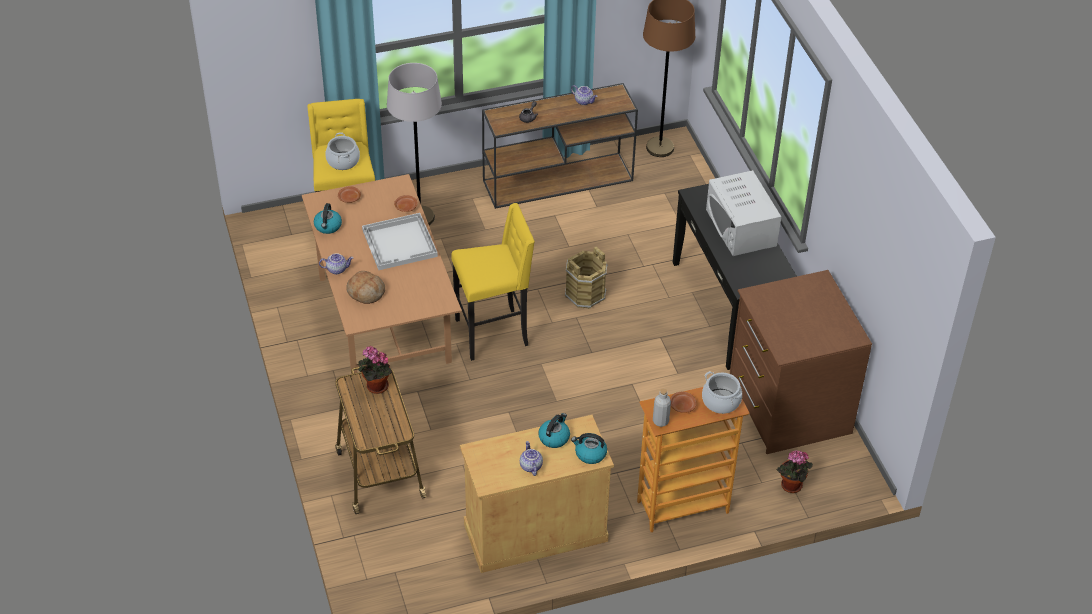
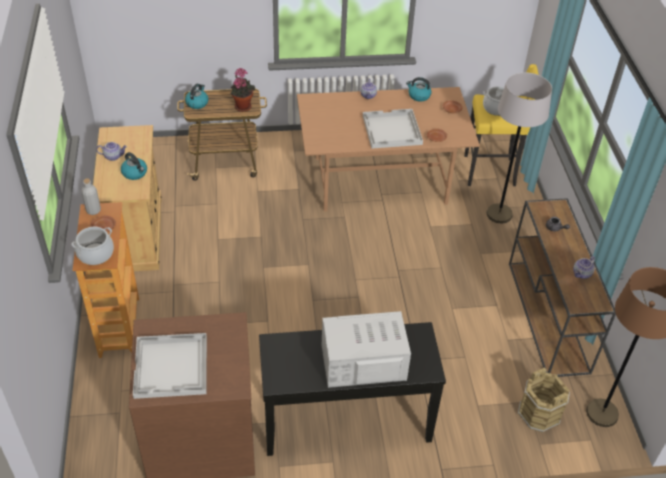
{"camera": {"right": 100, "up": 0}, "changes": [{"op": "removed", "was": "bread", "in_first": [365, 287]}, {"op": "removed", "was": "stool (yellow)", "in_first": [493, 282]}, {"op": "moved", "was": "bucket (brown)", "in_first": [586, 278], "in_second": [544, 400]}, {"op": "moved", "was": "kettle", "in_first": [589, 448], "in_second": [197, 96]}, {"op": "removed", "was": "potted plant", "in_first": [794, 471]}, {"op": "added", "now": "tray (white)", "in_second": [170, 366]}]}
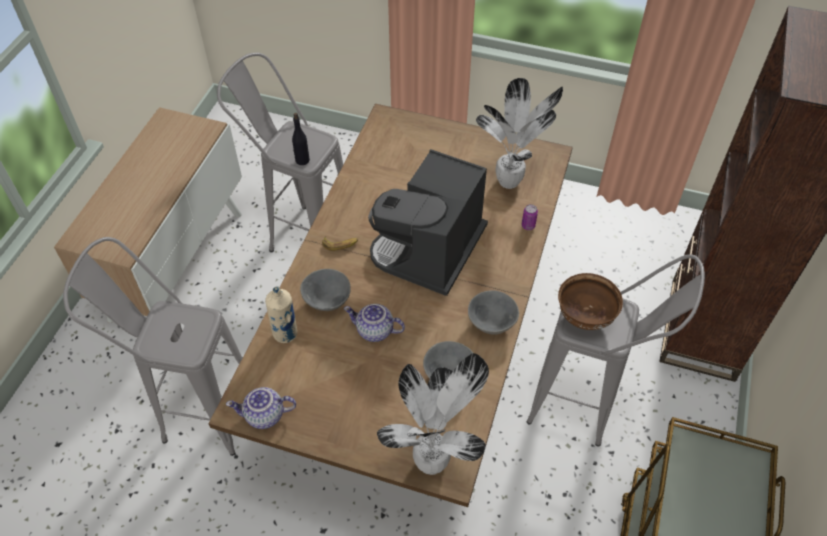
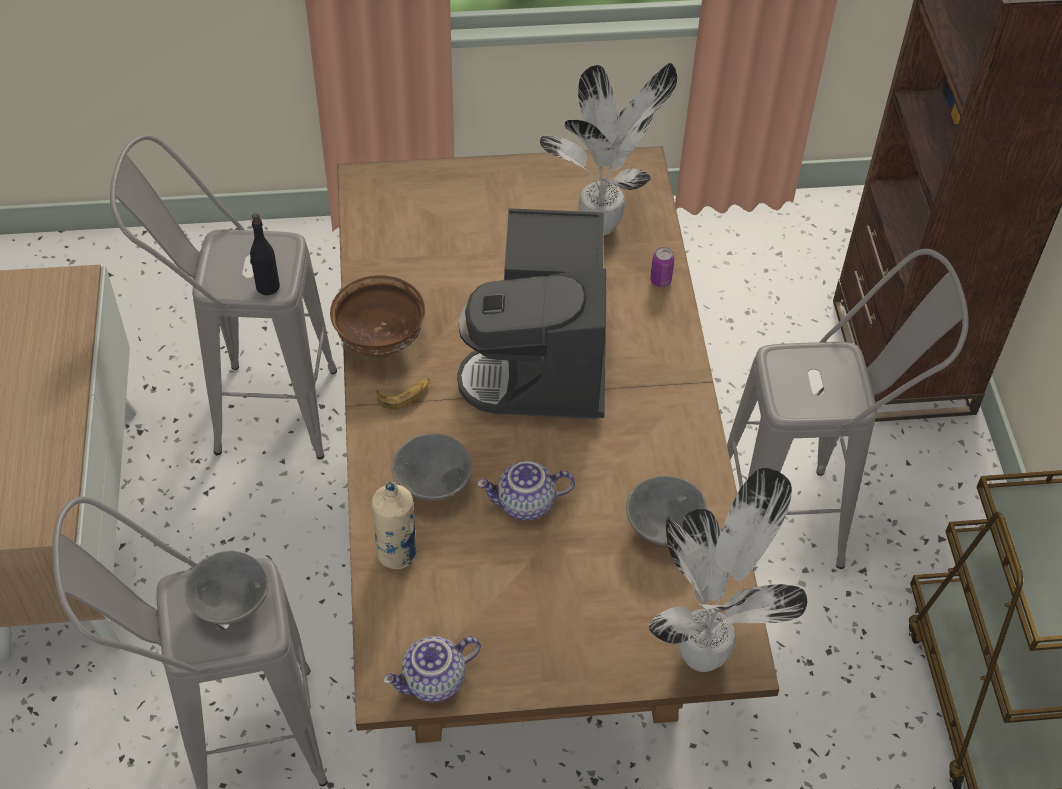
{"camera": {"right": -25, "up": 0}, "changes": [{"op": "moved", "was": "bowl (grey)", "in_first": [493, 312], "in_second": [227, 587]}, {"op": "moved", "was": "bowl (brown)", "in_first": [590, 301], "in_second": [377, 316]}]}
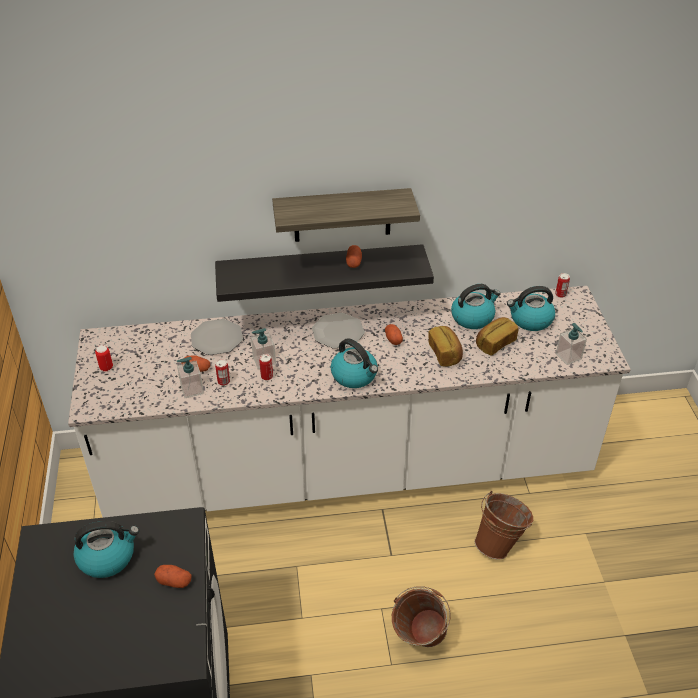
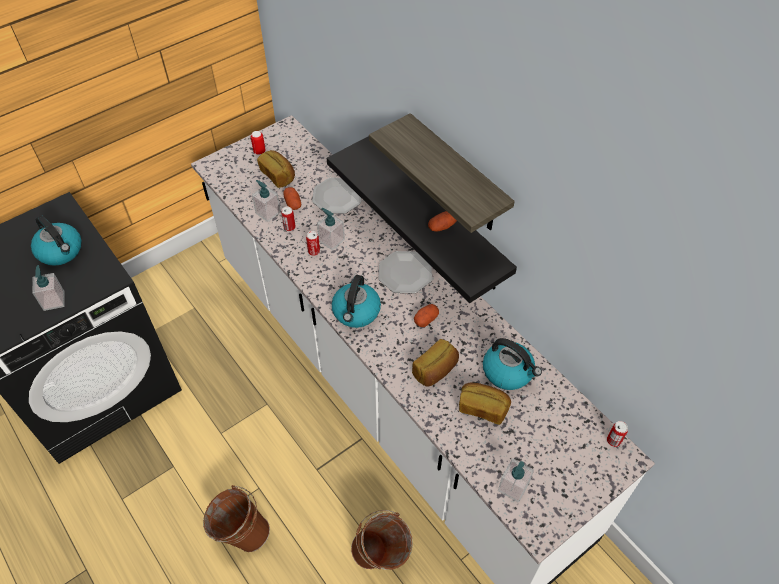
{"camera": {"right": 60, "up": 10}, "changes": [{"op": "replaced", "was": "potato", "now": "soap dispenser", "in_first": [173, 576], "in_second": [48, 288]}, {"op": "removed", "was": "kettle", "in_first": [531, 308]}, {"op": "added", "now": "bread", "in_second": [276, 169]}]}
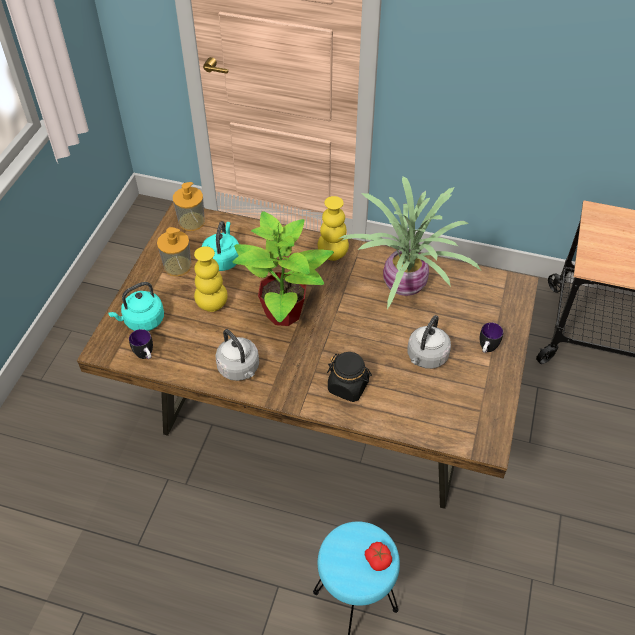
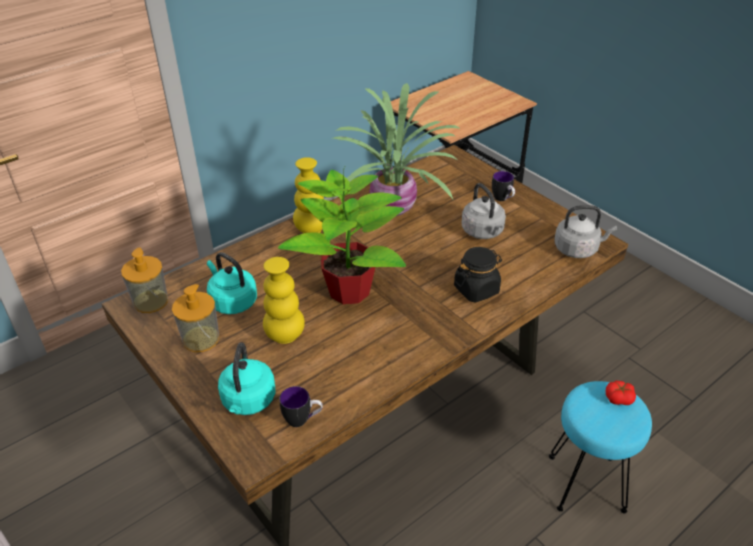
{"camera": {"right": -55, "up": -10}, "changes": [{"op": "moved", "was": "kettle (grey)", "in_first": [237, 355], "in_second": [585, 231]}]}
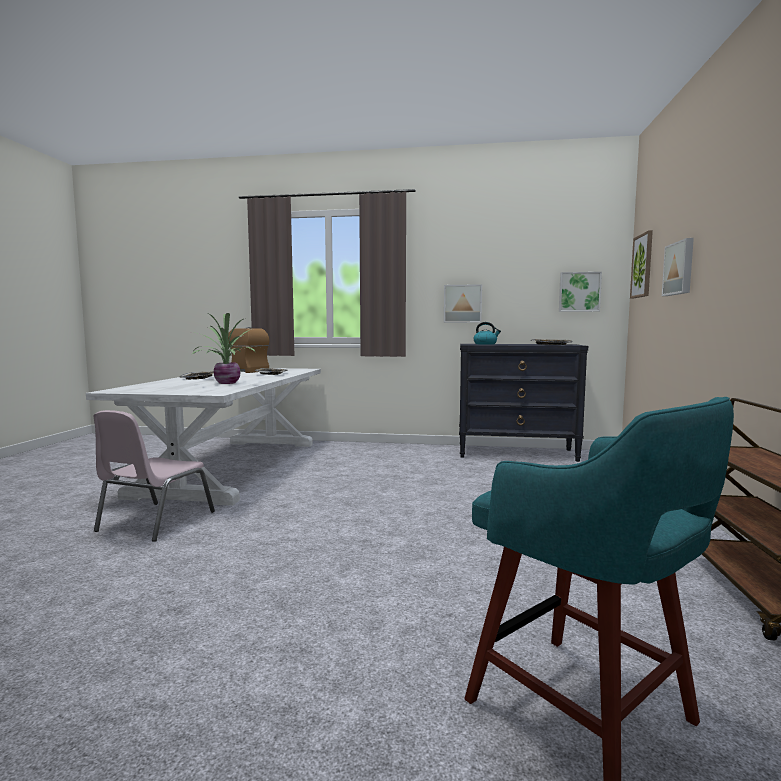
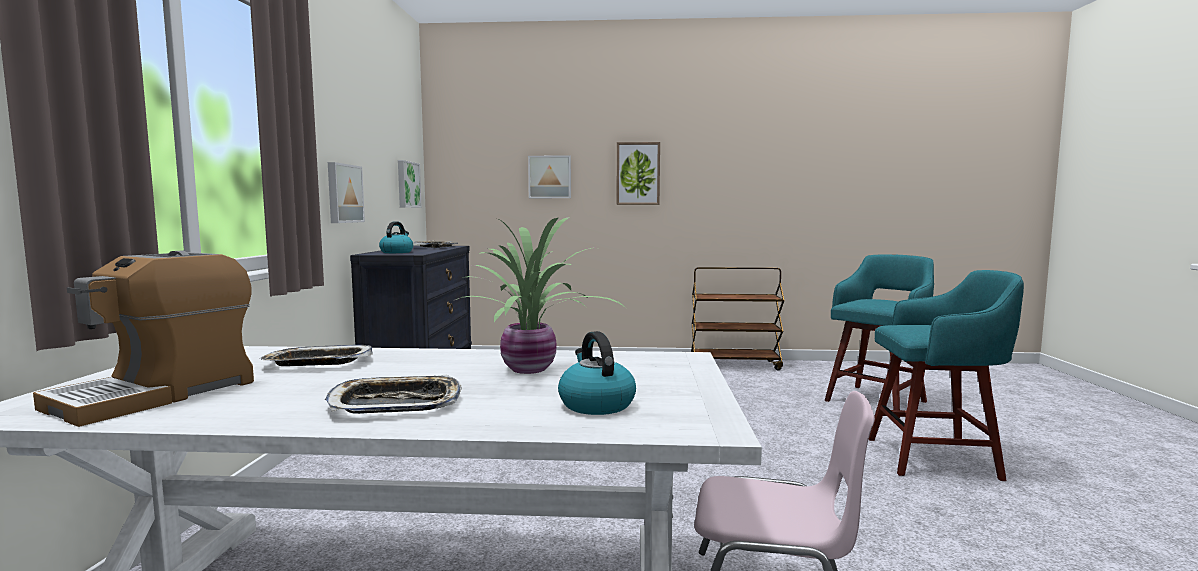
{"camera": {"right": -95, "up": 0}, "changes": [{"op": "moved", "was": "picture", "in_first": [641, 264], "in_second": [638, 173]}, {"op": "added", "now": "kettle", "in_second": [597, 373]}, {"op": "added", "now": "stool (turquoise)", "in_second": [946, 375]}]}
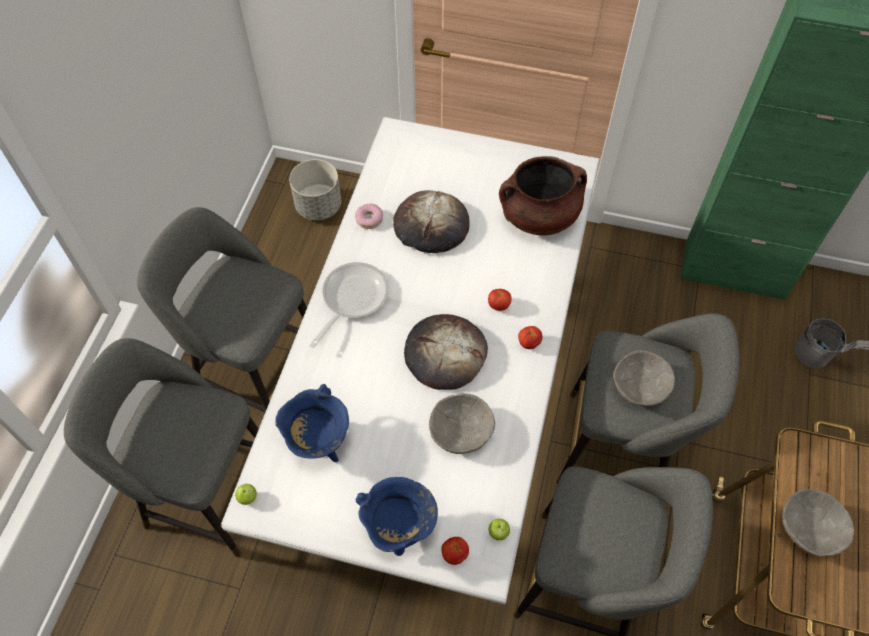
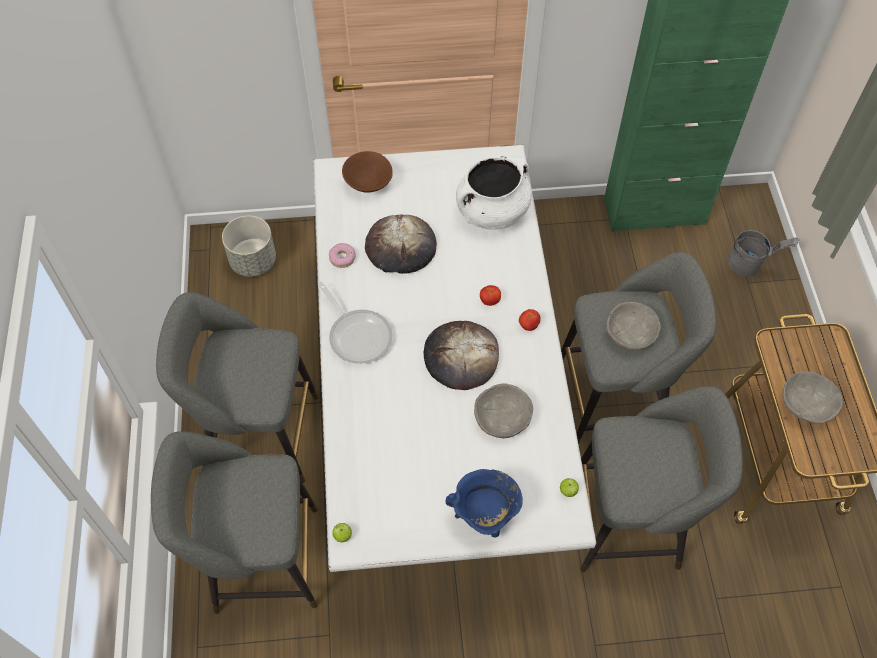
{"camera": {"right": -20, "up": 0}, "changes": [{"op": "removed", "was": "cooking pot (blue)", "in_first": [312, 423]}, {"op": "turned", "was": "frying pan", "in_first": [349, 305], "in_second": [355, 323], "clockwise": 135}, {"op": "removed", "was": "tomato", "in_first": [455, 551]}, {"op": "recoloured", "was": "cooking pot (brown)", "now": "cooking pot (white)", "in_first": [543, 196], "in_second": [494, 192]}, {"op": "added", "now": "bowl (brown)", "in_second": [367, 172]}]}
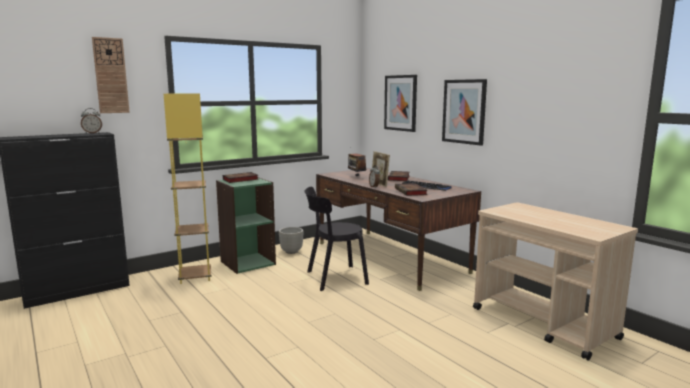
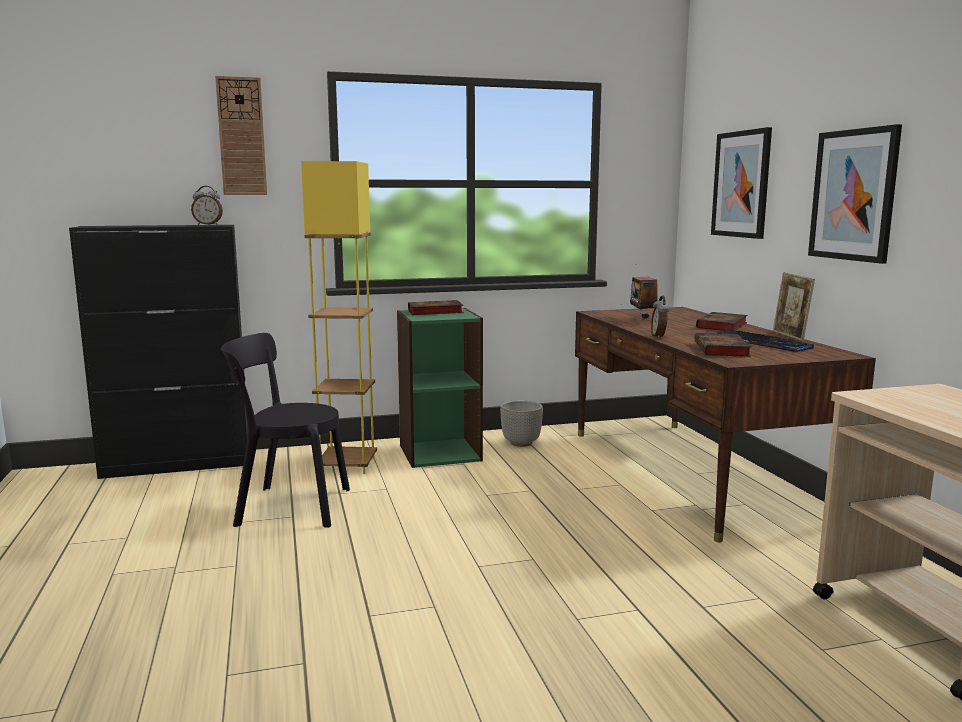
{"camera": {"right": 20, "up": 0}, "changes": [{"op": "moved", "was": "chair (black)", "in_first": [337, 239], "in_second": [285, 430]}, {"op": "moved", "was": "picture frame", "in_first": [381, 169], "in_second": [794, 306]}]}
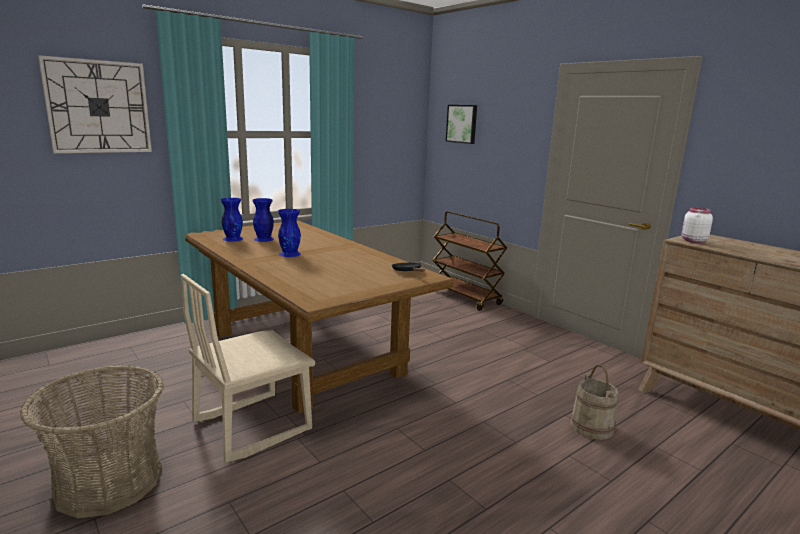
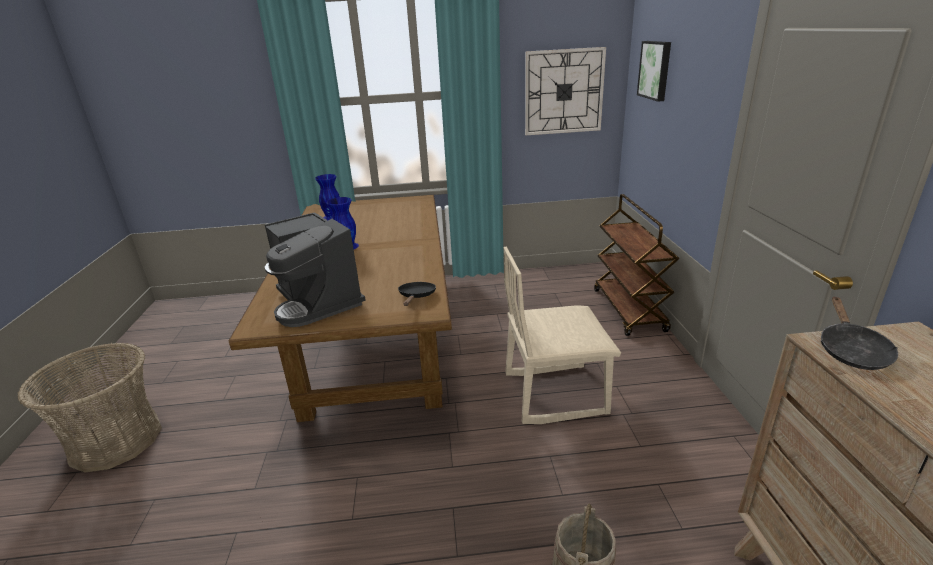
{"camera": {"right": 35, "up": 10}, "changes": [{"op": "moved", "was": "wall clock", "in_first": [95, 104], "in_second": [565, 91]}, {"op": "moved", "was": "chair (beige)", "in_first": [248, 368], "in_second": [562, 335]}, {"op": "removed", "was": "vase (blue)", "in_first": [263, 220]}, {"op": "replaced", "was": "jar (white)", "now": "frying pan (black)", "in_first": [697, 225], "in_second": [859, 333]}, {"op": "added", "now": "coffee machine", "in_second": [315, 269]}]}
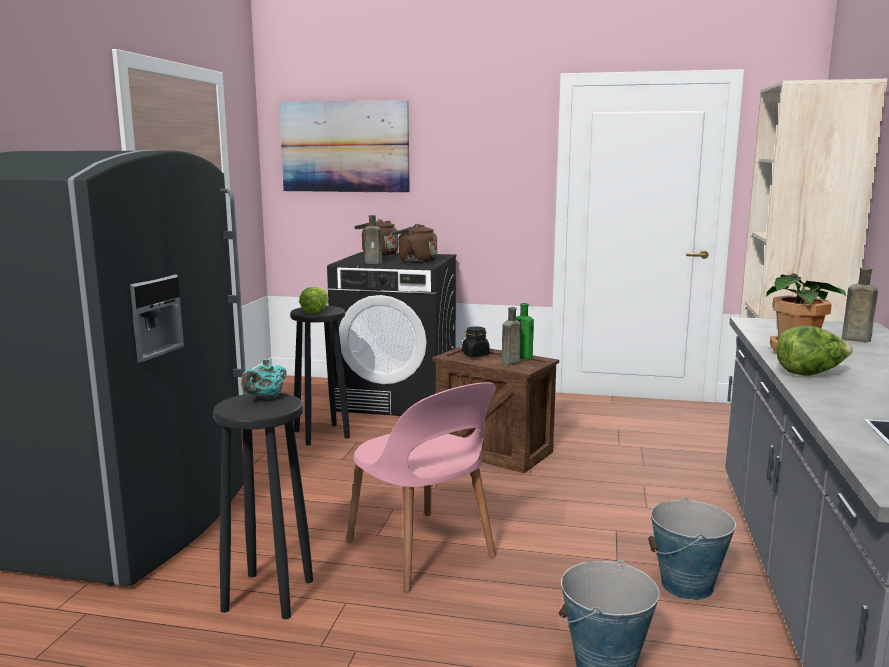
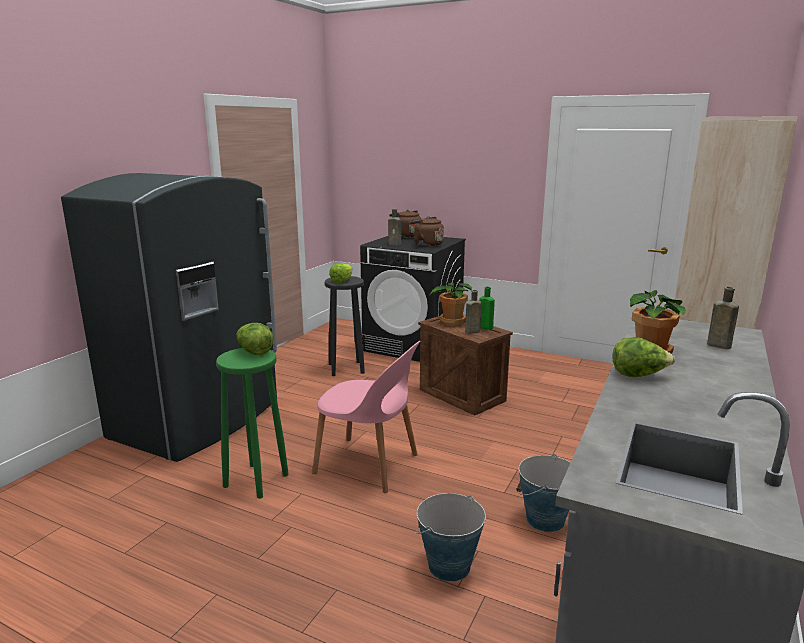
{"camera": {"right": 15, "up": 5}, "changes": [{"op": "recoloured", "was": "stool (black)", "now": "stool (green)", "in_first": [263, 506], "in_second": [252, 423]}, {"op": "replaced", "was": "teapot (turquoise)", "now": "lettuce", "in_first": [264, 379], "in_second": [255, 339]}, {"op": "removed", "was": "picture", "in_first": [344, 146]}, {"op": "turned", "was": "chair (pink)", "in_first": [421, 487], "in_second": [366, 417], "clockwise": -45}, {"op": "replaced", "was": "jar (black)", "now": "potted plant", "in_first": [476, 342], "in_second": [451, 304]}]}
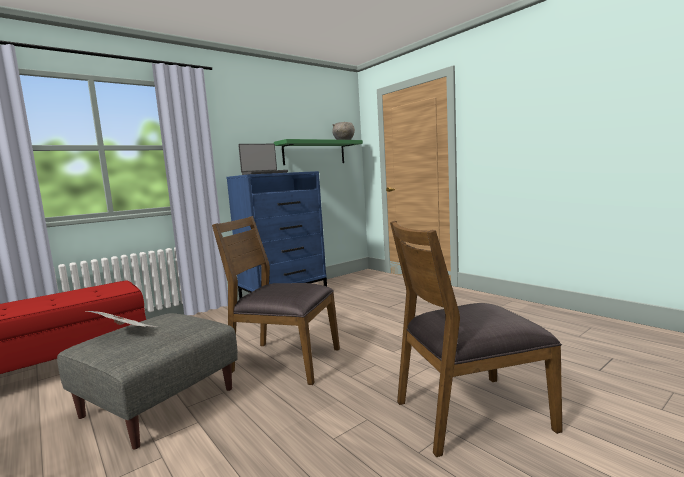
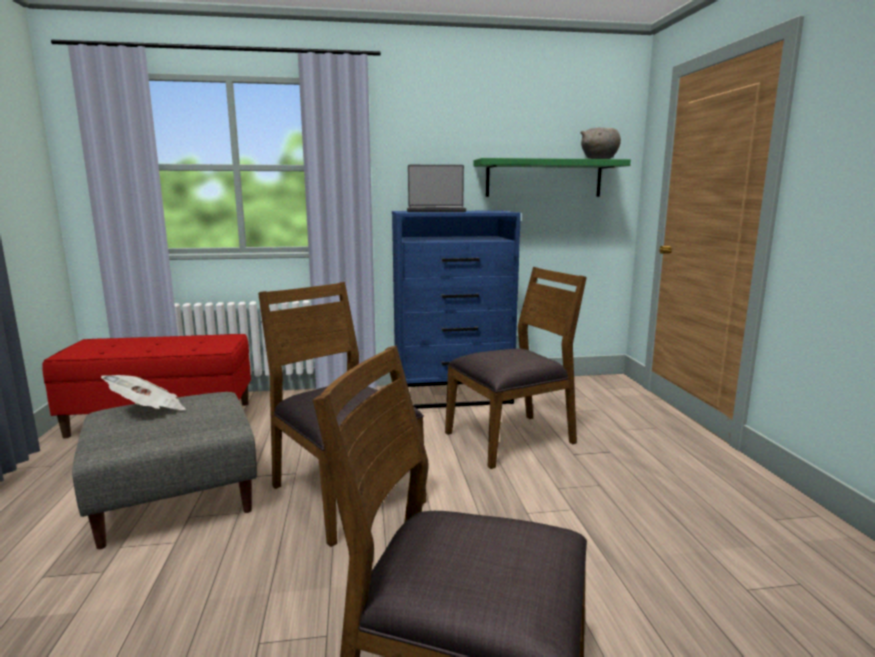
{"camera": {"right": 30, "up": 5}, "changes": [{"op": "added", "now": "chair (brown)", "in_second": [516, 368]}]}
